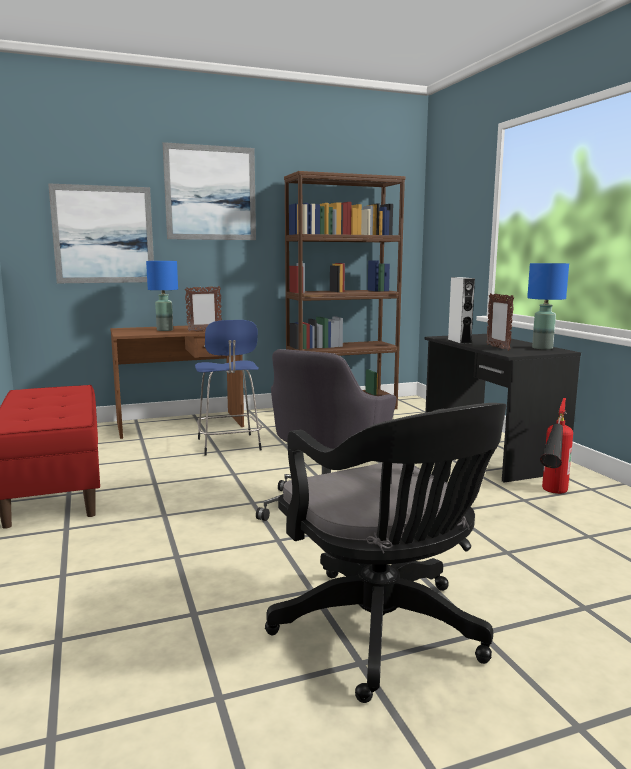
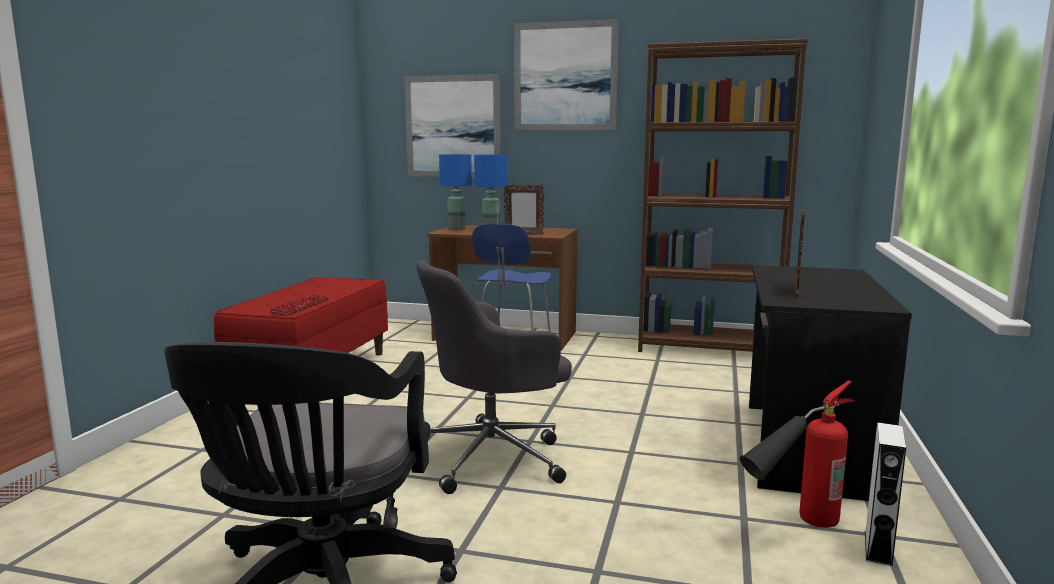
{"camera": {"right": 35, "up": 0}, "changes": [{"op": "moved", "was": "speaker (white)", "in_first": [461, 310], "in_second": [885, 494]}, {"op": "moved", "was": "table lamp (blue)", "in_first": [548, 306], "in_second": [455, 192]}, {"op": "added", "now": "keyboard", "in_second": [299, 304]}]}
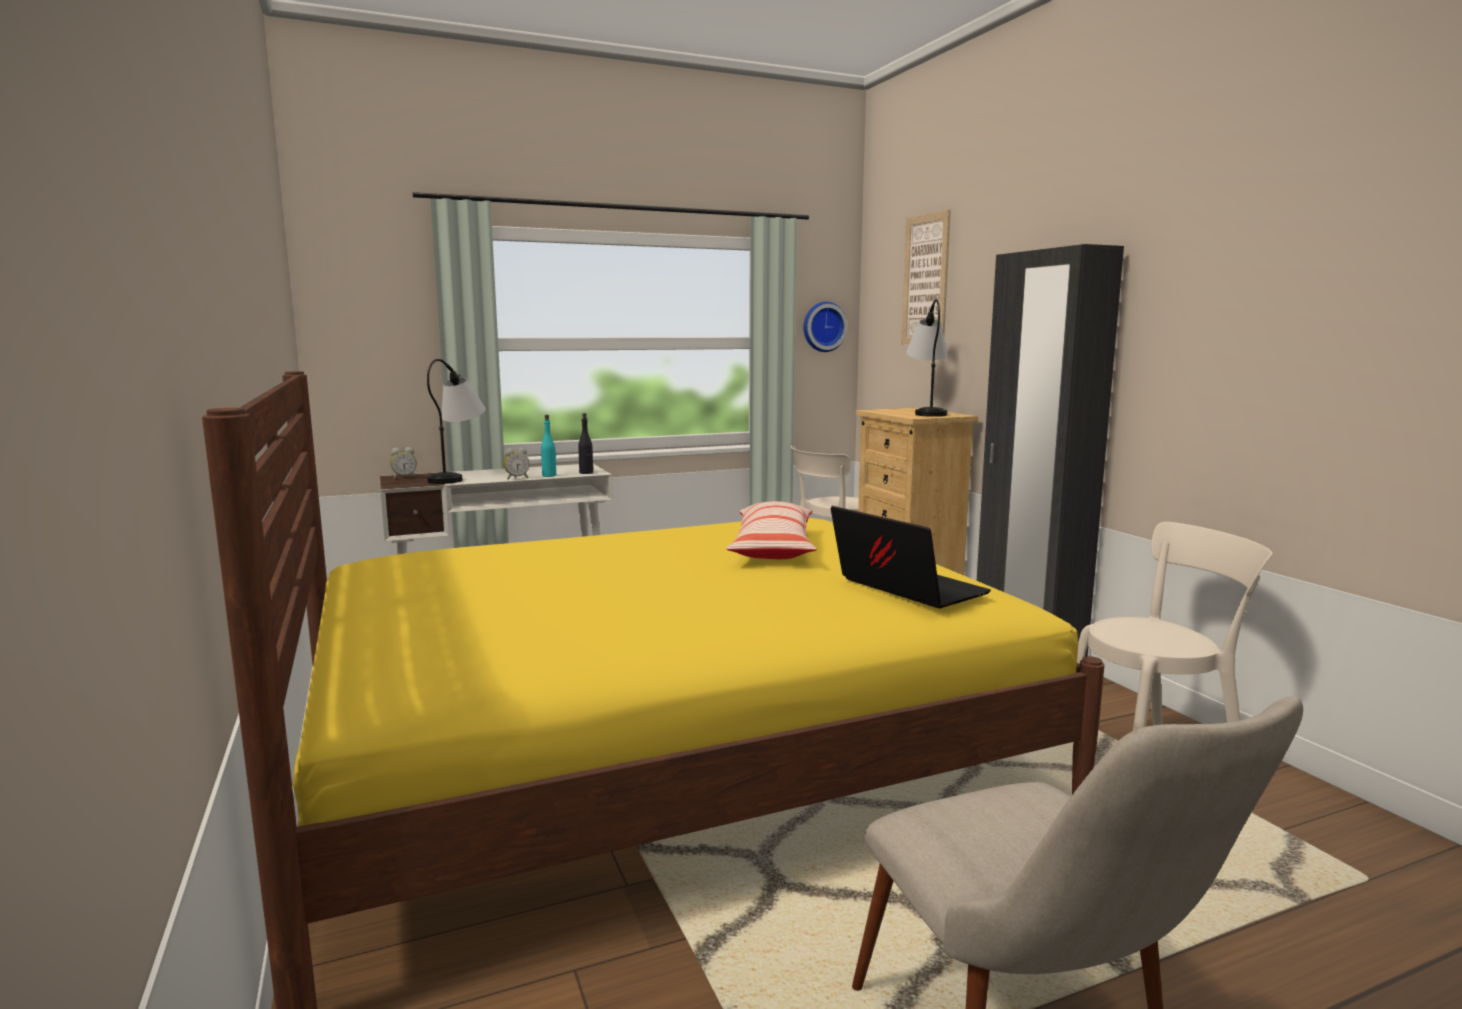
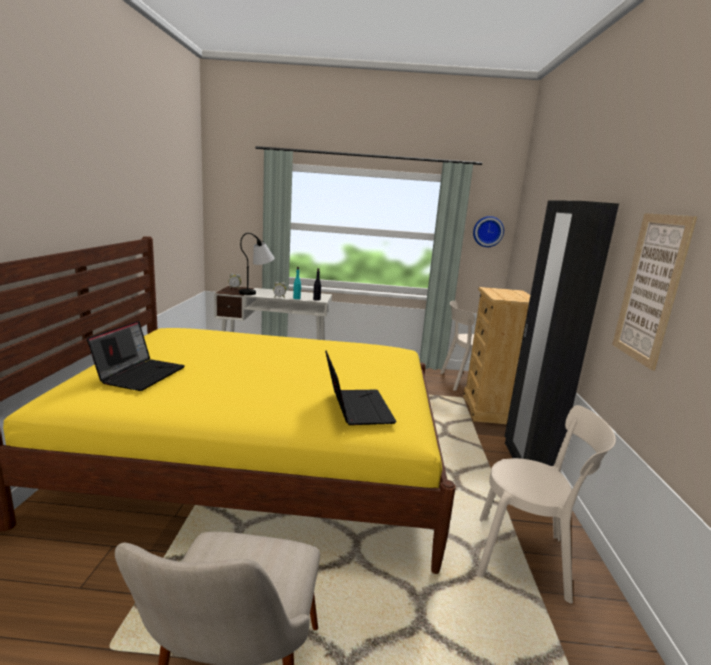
{"camera": {"right": 25, "up": 5}, "changes": [{"op": "removed", "was": "pillow", "in_first": [771, 530]}, {"op": "moved", "was": "picture", "in_first": [926, 277], "in_second": [654, 292]}, {"op": "removed", "was": "table lamp", "in_first": [927, 358]}, {"op": "added", "now": "laptop", "in_second": [136, 356]}]}
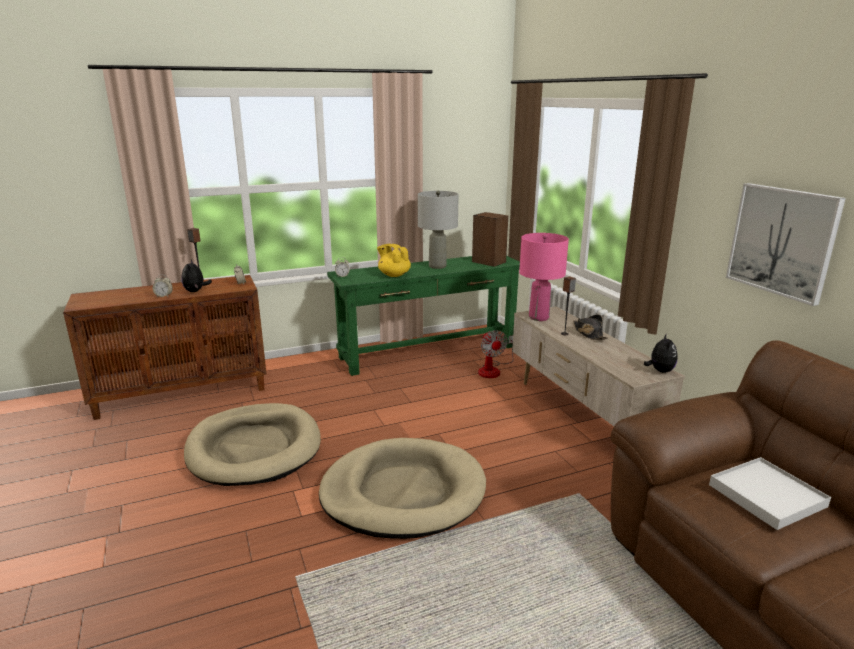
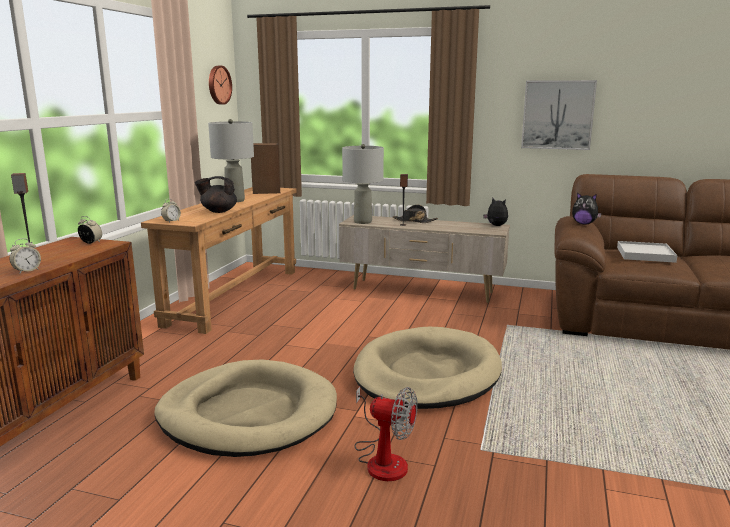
{"camera": {"right": -50, "up": -5}, "changes": [{"op": "moved", "was": "plush toy", "in_first": [197, 276], "in_second": [587, 208]}, {"op": "recoloured", "was": "console table (green)", "now": "console table (brown)", "in_first": [423, 315], "in_second": [218, 260]}, {"op": "recoloured", "was": "teapot (yellow)", "now": "teapot (black)", "in_first": [394, 260], "in_second": [216, 194]}, {"op": "moved", "was": "fan", "in_first": [496, 354], "in_second": [386, 434]}, {"op": "recoloured", "was": "table lamp (pink)", "now": "table lamp (grey)", "in_first": [544, 277], "in_second": [363, 184]}, {"op": "added", "now": "wall clock", "in_second": [220, 85]}]}
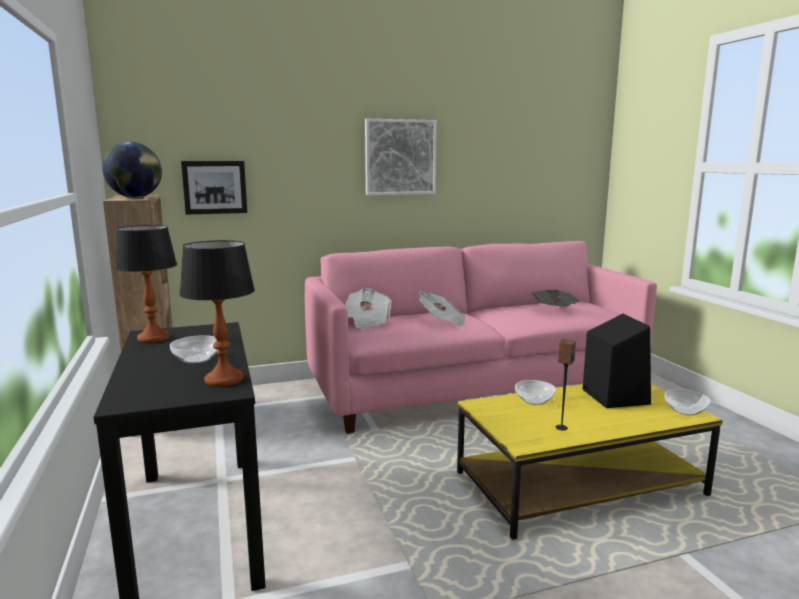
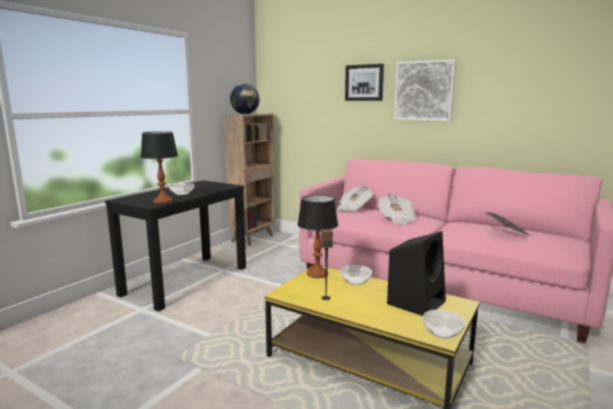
{"camera": {"right": 50, "up": 0}, "changes": [{"op": "moved", "was": "table lamp", "in_first": [145, 284], "in_second": [317, 236]}, {"op": "moved", "was": "picture", "in_first": [214, 188], "in_second": [364, 82]}]}
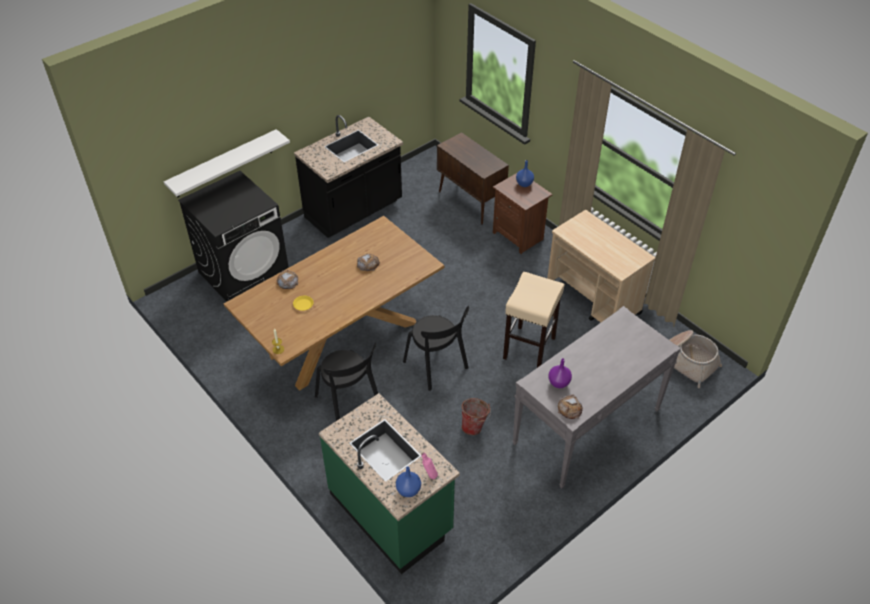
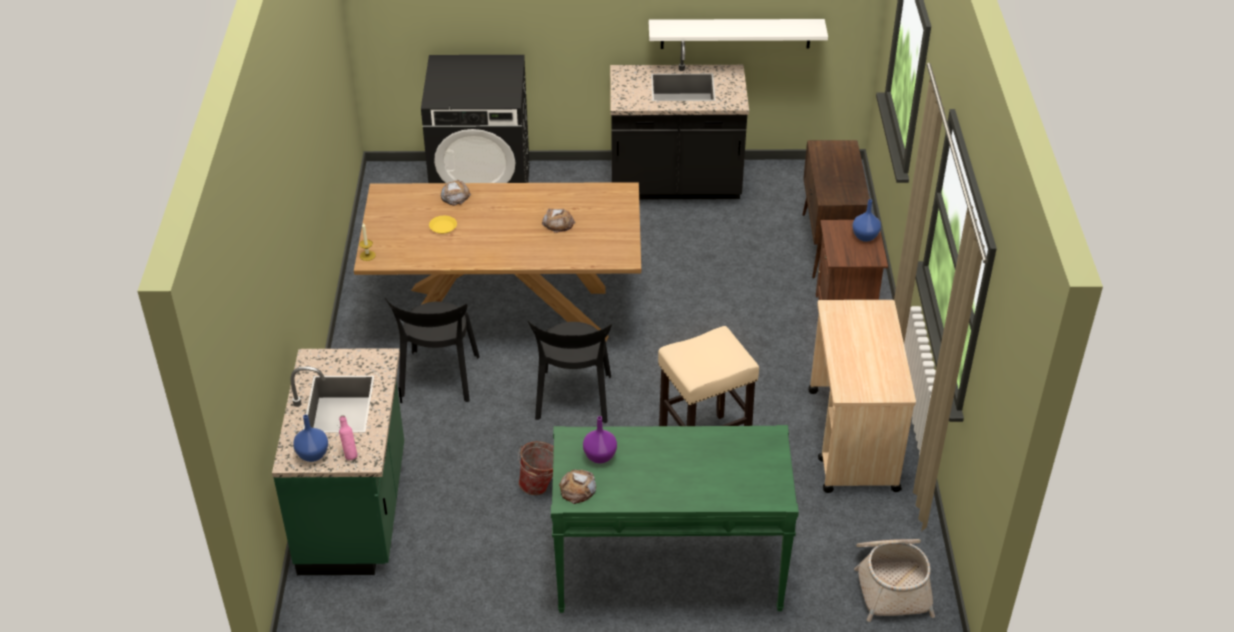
{"camera": {"right": 40, "up": -5}, "changes": [{"op": "moved", "was": "shelf (white)", "in_first": [227, 163], "in_second": [738, 34]}, {"op": "recoloured", "was": "console table (grey)", "now": "console table (green)", "in_first": [596, 397], "in_second": [675, 519]}]}
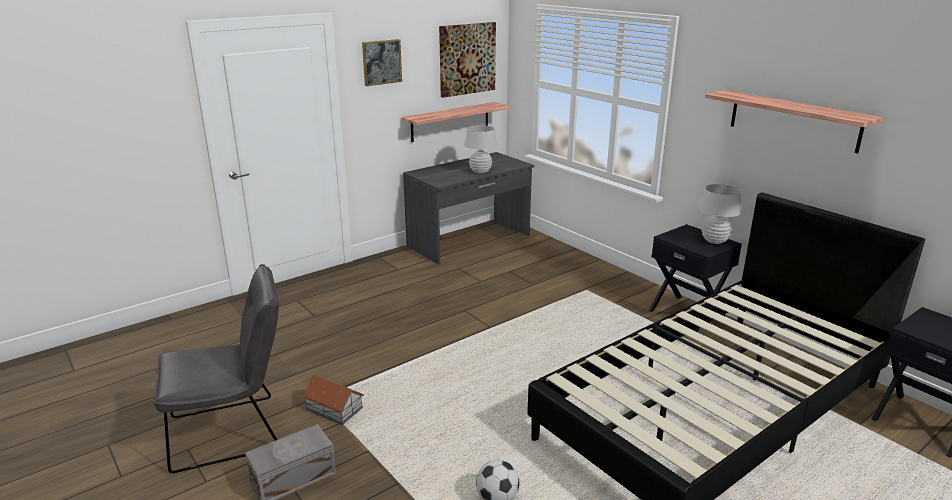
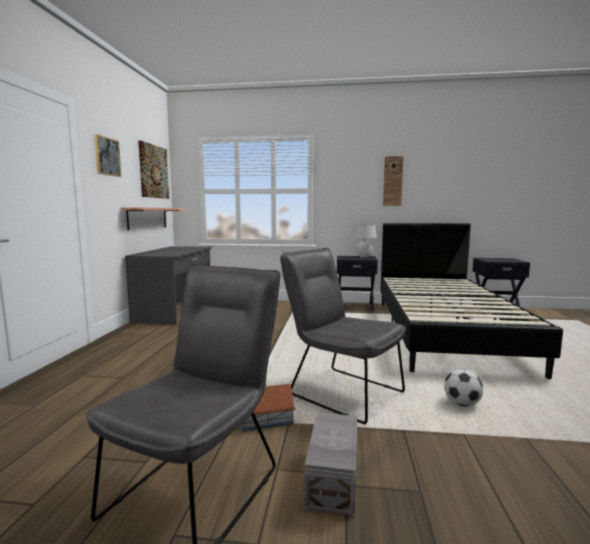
{"camera": {"right": -45, "up": -15}, "changes": [{"op": "removed", "was": "table lamp (white)", "in_first": [480, 149]}, {"op": "replaced", "was": "shelf", "now": "wall clock", "in_first": [794, 121], "in_second": [393, 181]}, {"op": "added", "now": "chair (grey)", "in_second": [343, 336]}]}
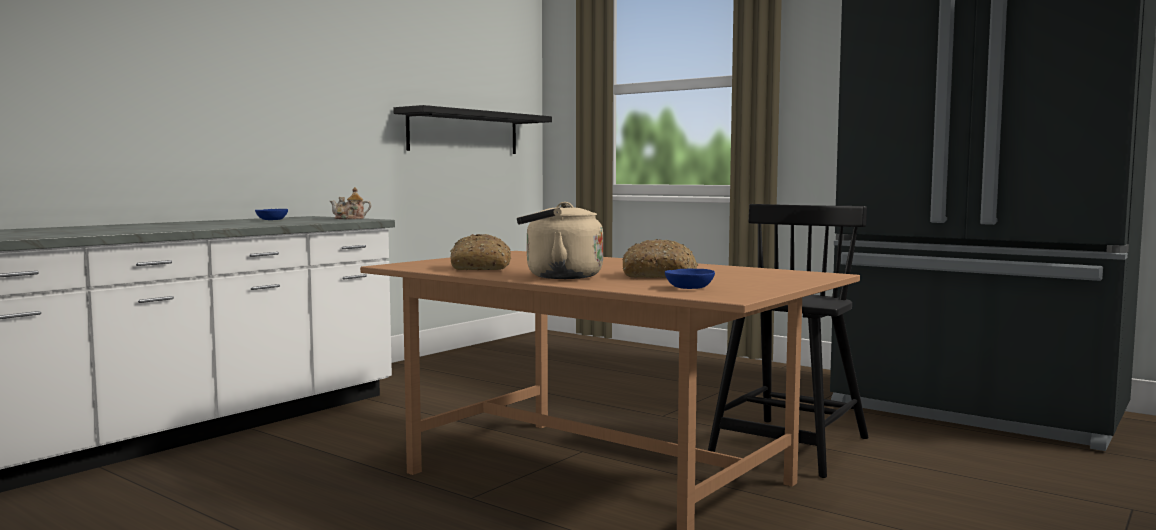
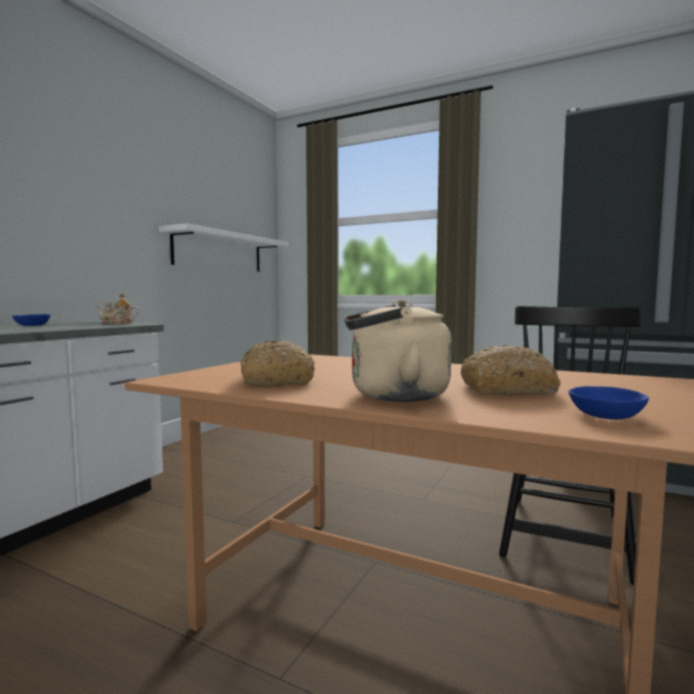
{"camera": {"right": -10, "up": 0}, "changes": [{"op": "recoloured", "was": "shelf (black)", "now": "shelf (white)", "in_first": [472, 129], "in_second": [223, 247]}]}
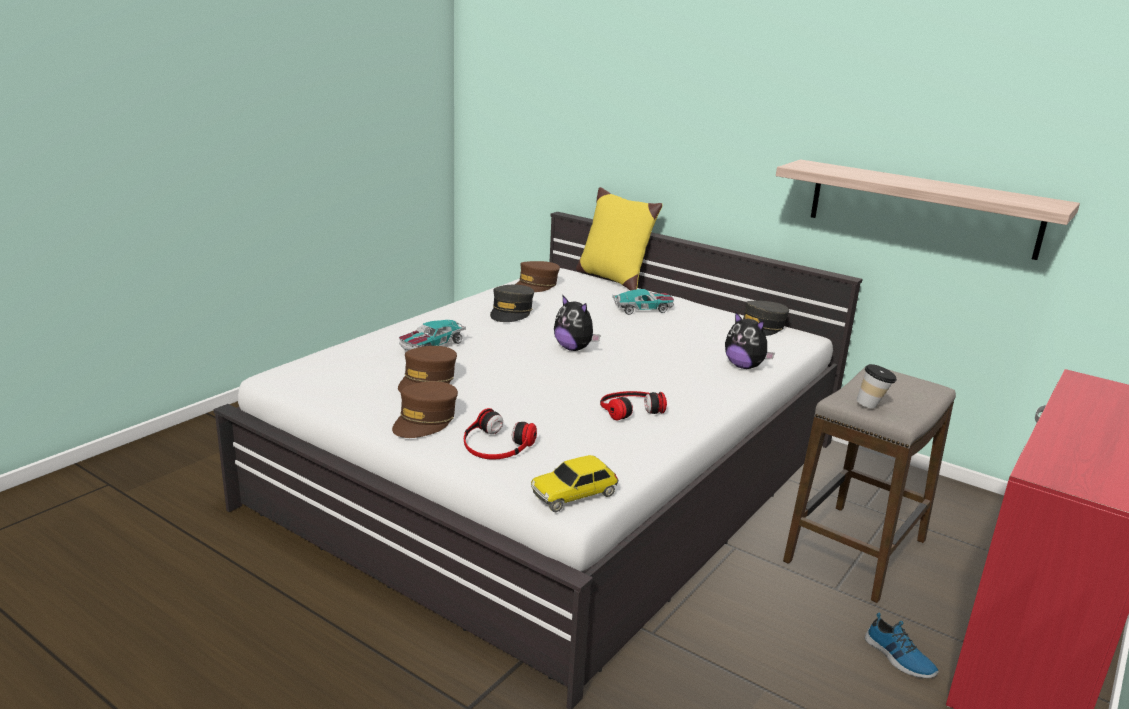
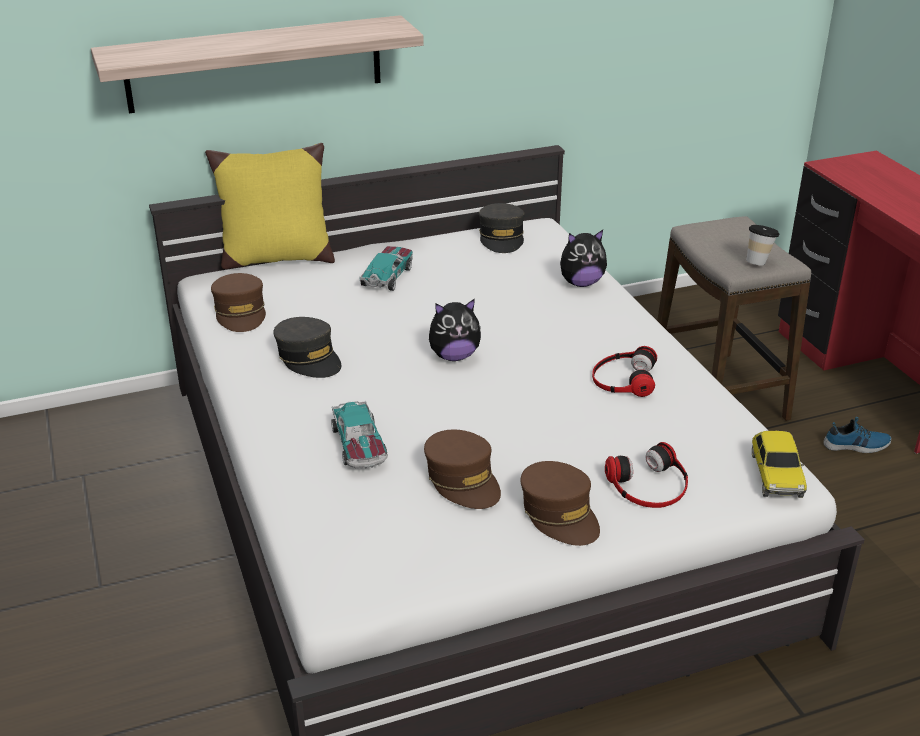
{"camera": {"right": -55, "up": 10}, "changes": [{"op": "moved", "was": "shelf", "in_first": [928, 209], "in_second": [257, 64]}]}
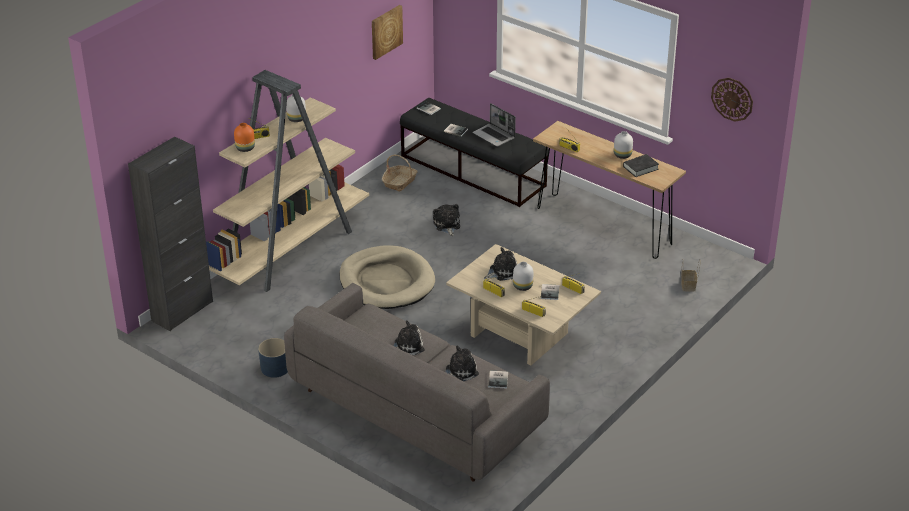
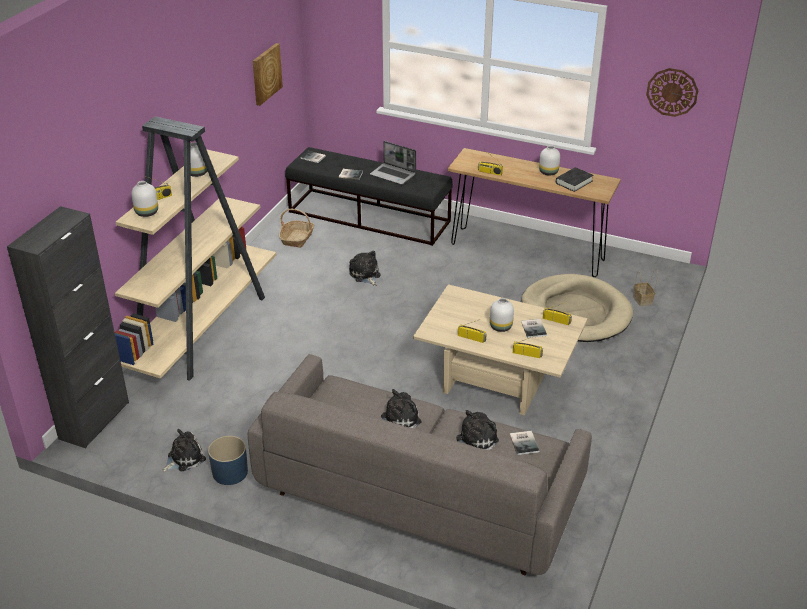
{"camera": {"right": -15, "up": 0}, "changes": [{"op": "recoloured", "was": "vase (orange)", "now": "vase (white)", "in_first": [244, 137], "in_second": [144, 199]}, {"op": "moved", "was": "dog bed (beige)", "in_first": [387, 277], "in_second": [577, 308]}, {"op": "moved", "was": "plush toy", "in_first": [500, 264], "in_second": [184, 450]}]}
